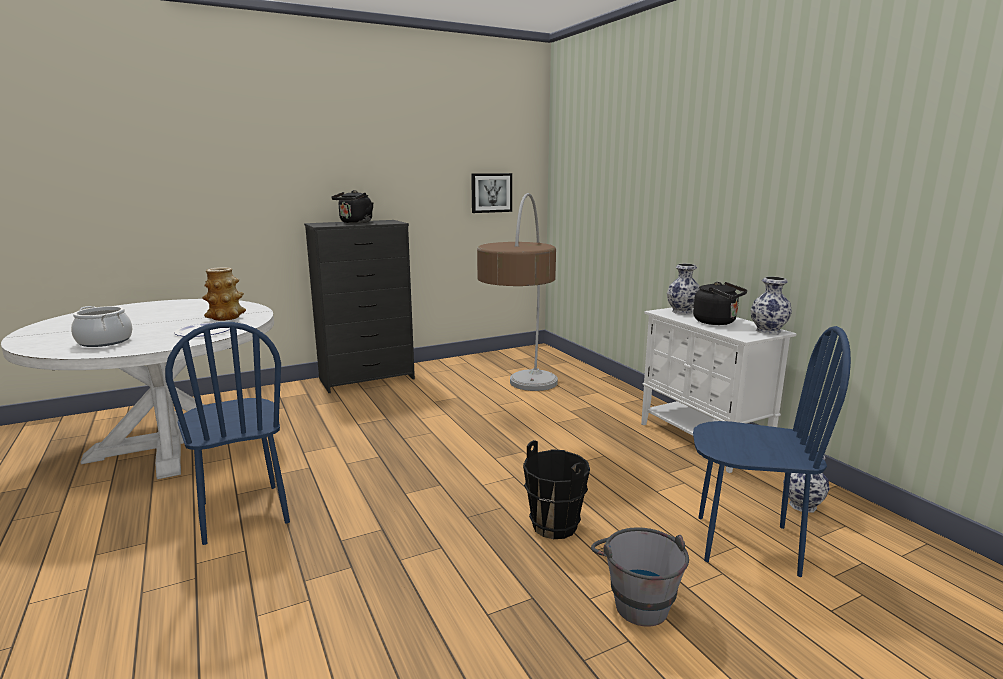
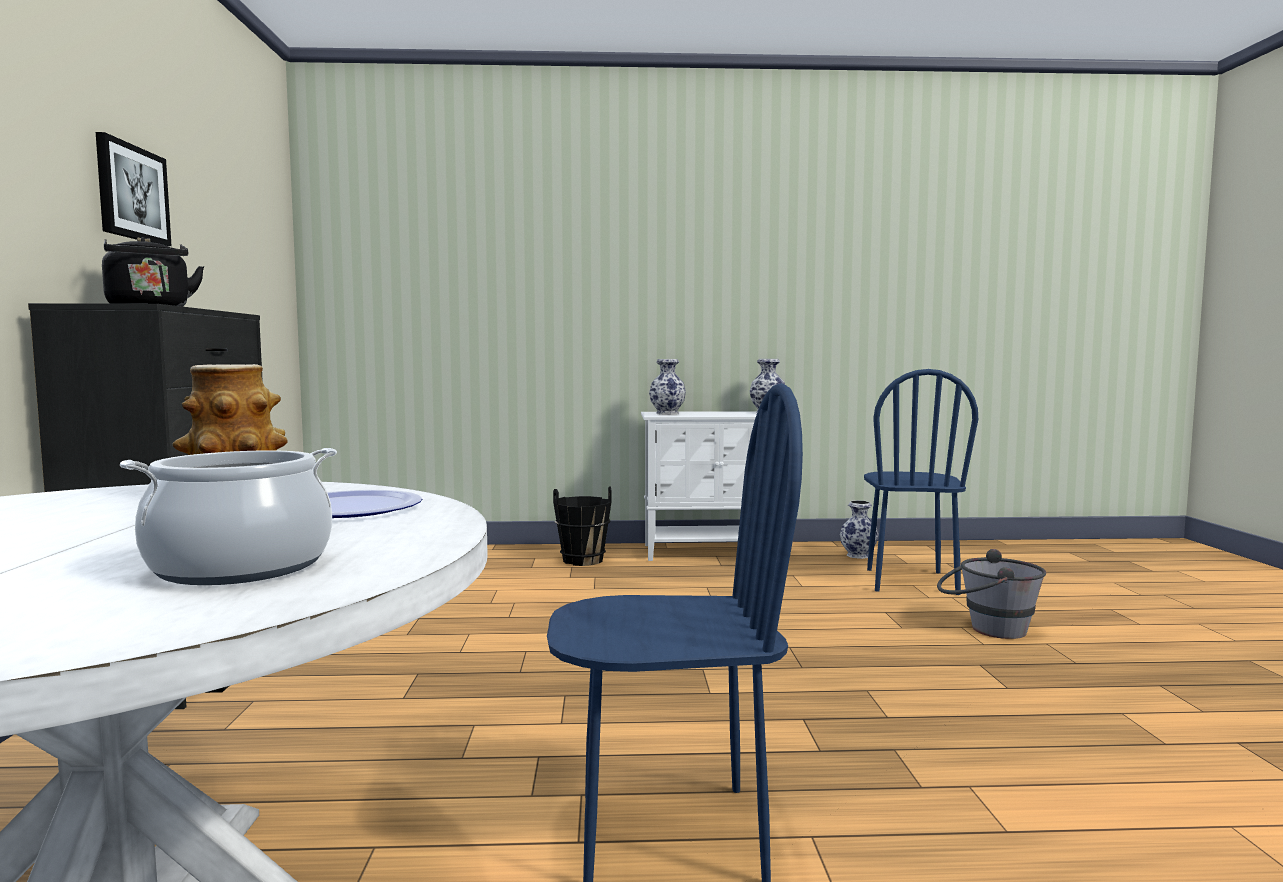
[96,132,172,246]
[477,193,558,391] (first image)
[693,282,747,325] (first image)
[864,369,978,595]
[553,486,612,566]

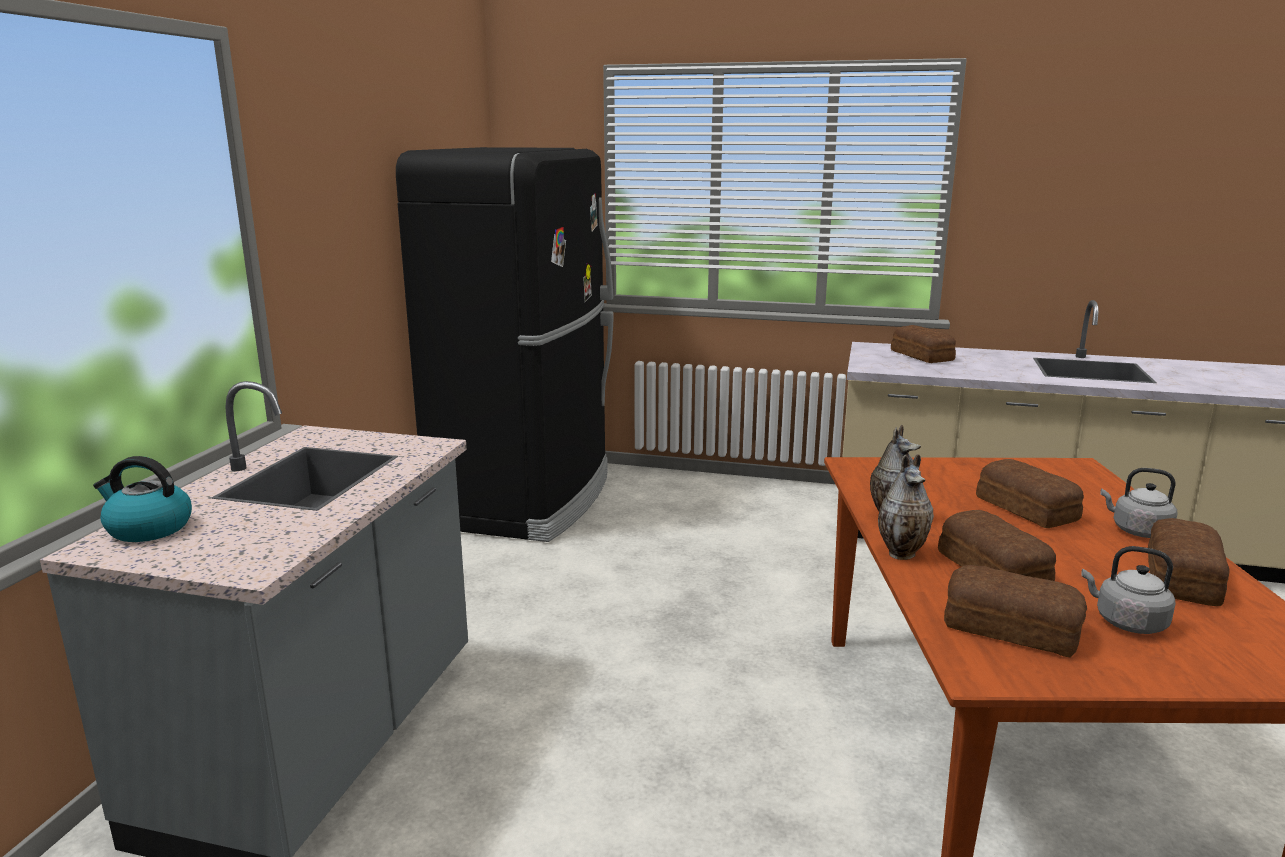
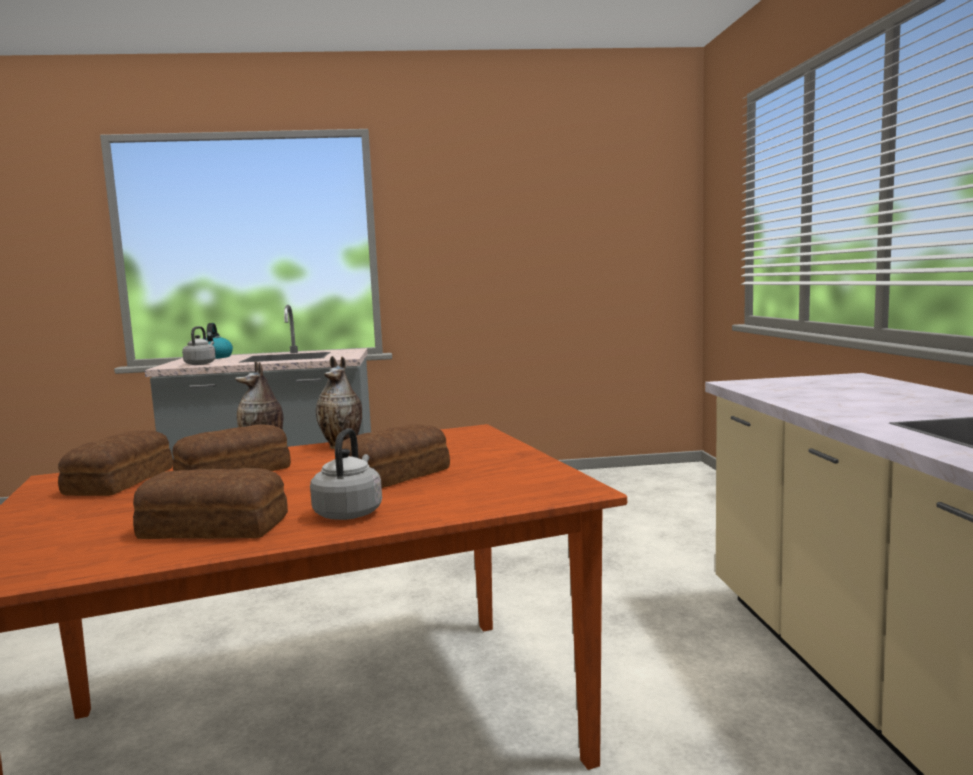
[396,147,614,542] (first image)
[891,325,956,363] (first image)
[182,326,216,365]

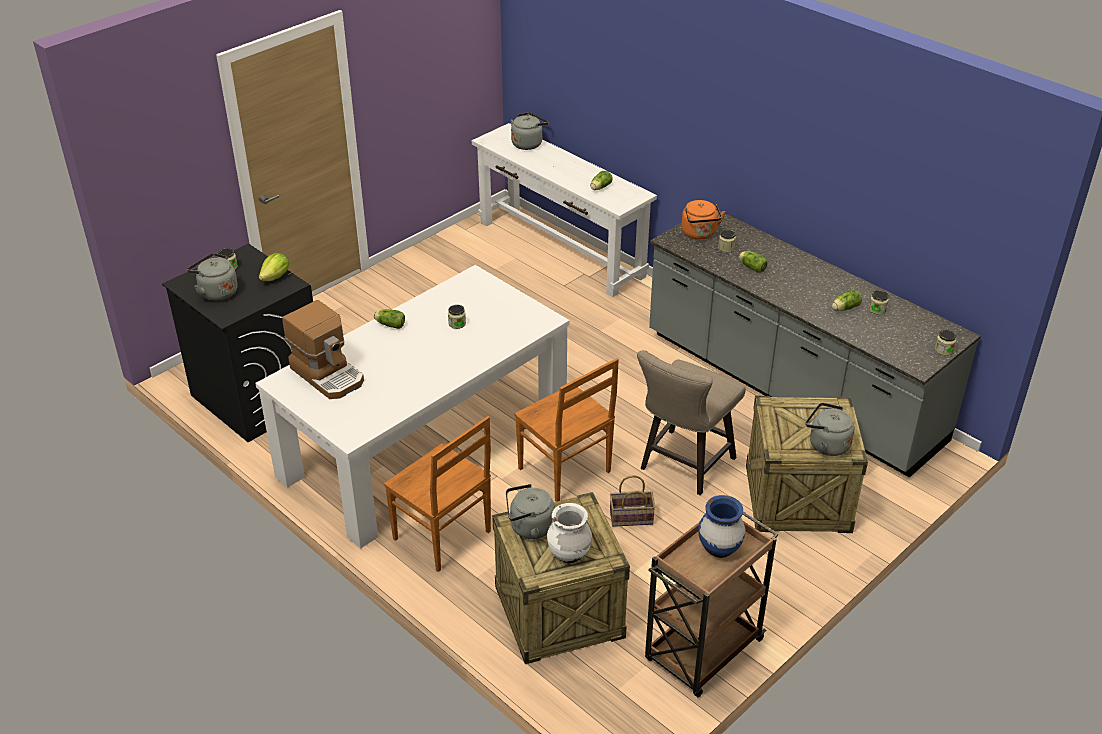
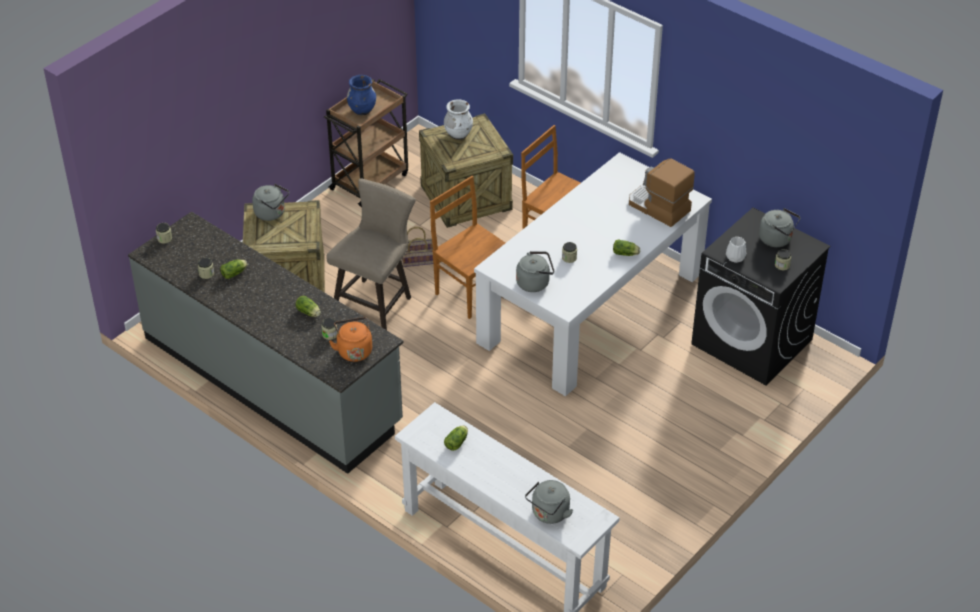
[726,237,746,263]
[516,251,554,292]

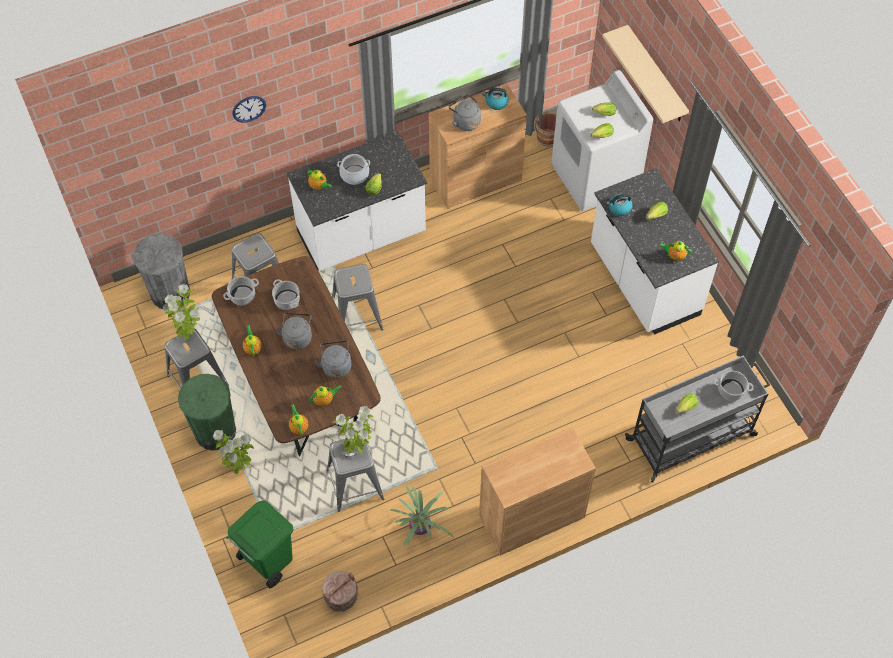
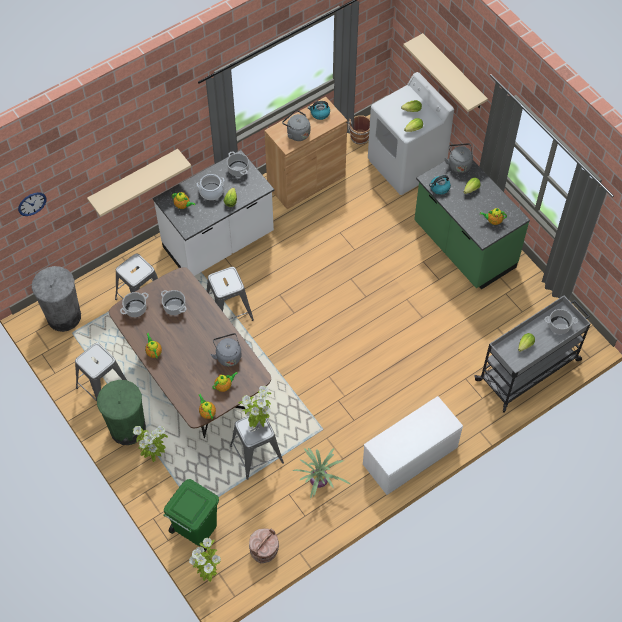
[18,192,47,216]
[414,159,530,290]
[189,538,221,582]
[444,143,473,173]
[363,396,463,495]
[87,149,191,217]
[227,152,249,177]

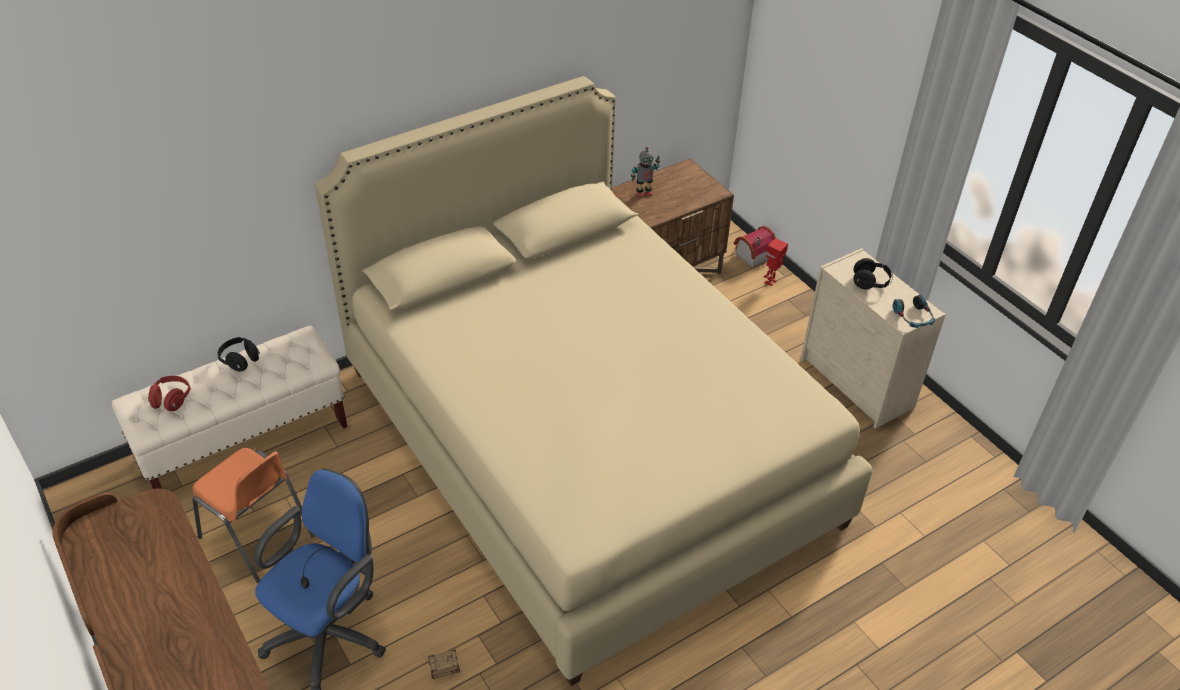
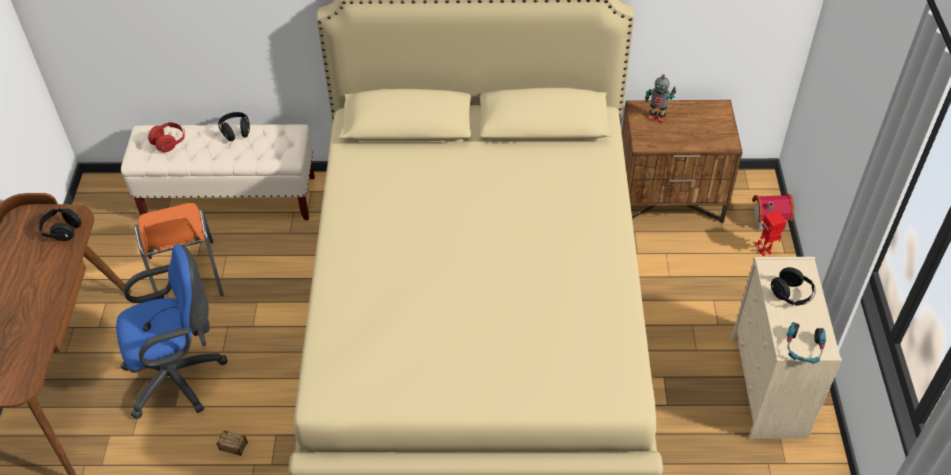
[38,208,82,241]

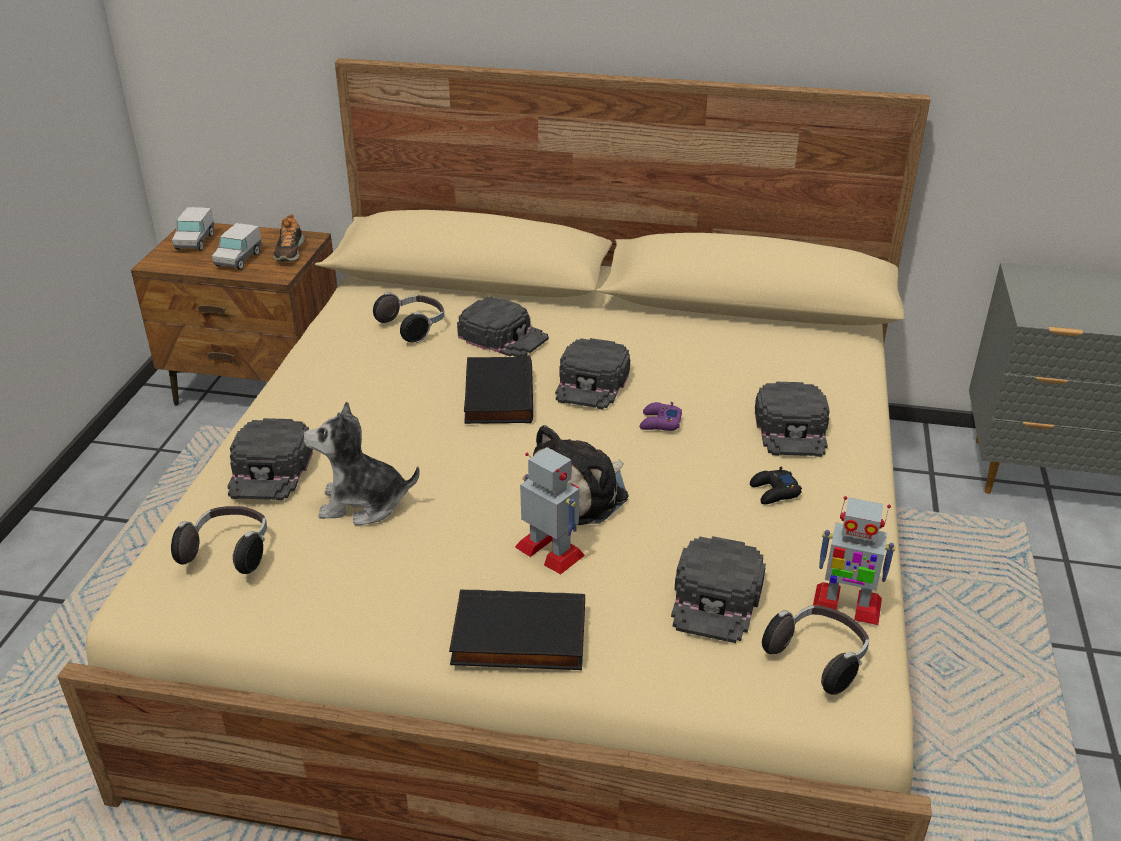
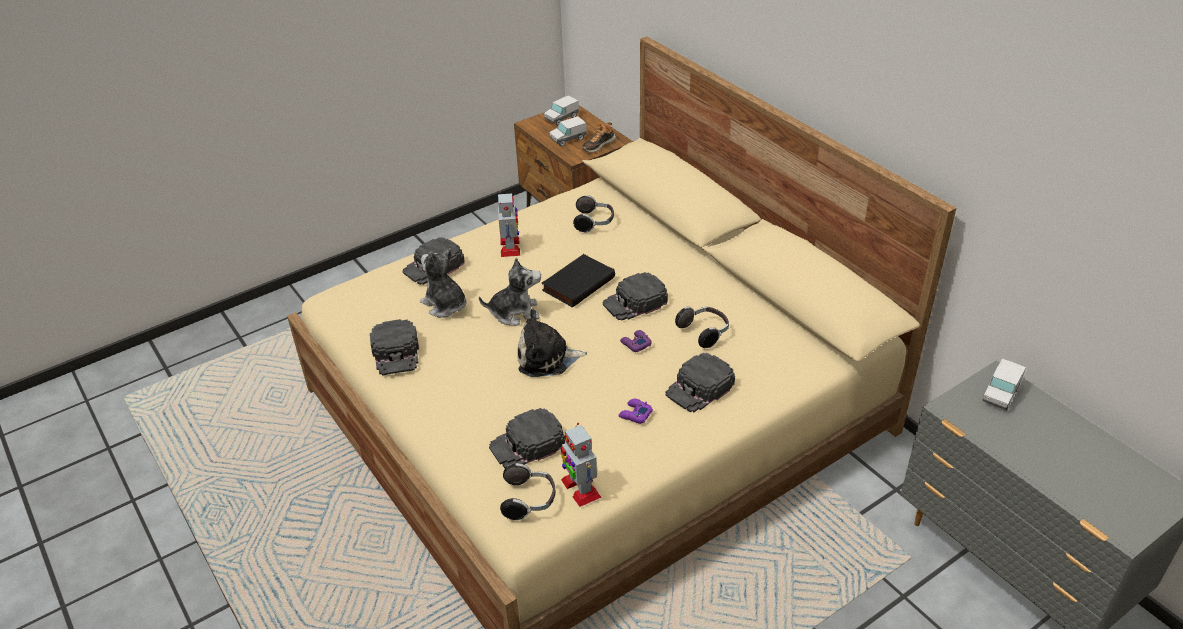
[370,319,419,376]
[498,191,520,257]
[619,399,653,424]
[675,307,729,348]
[449,590,585,670] (first image)
[479,257,541,326]
[982,358,1026,410]

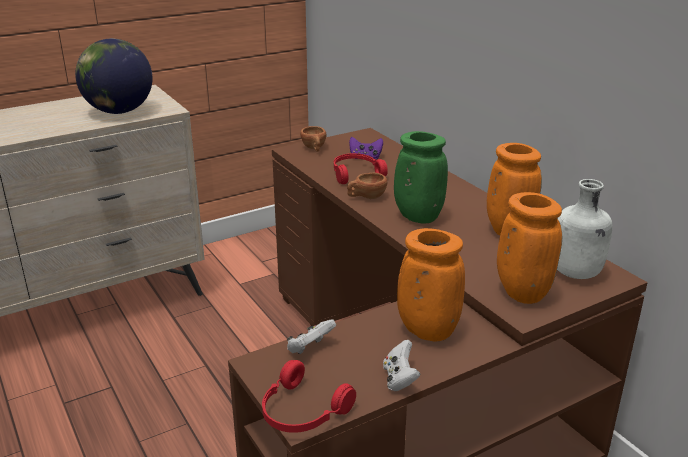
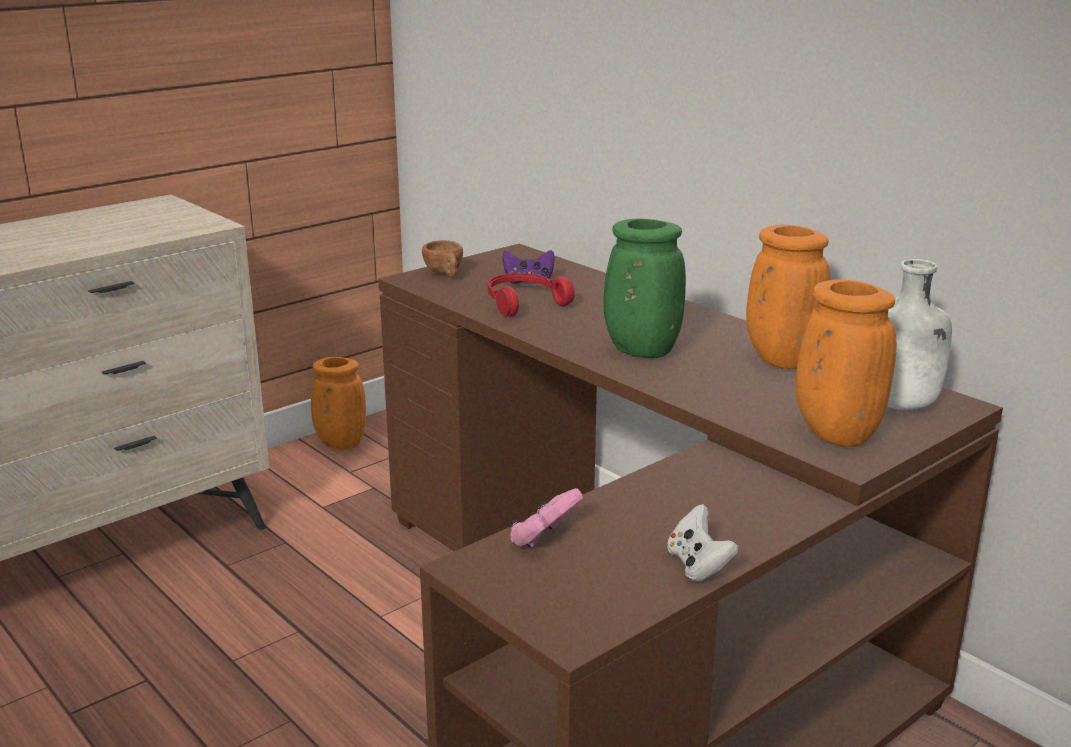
[75,38,152,114] (first image)
[347,173,387,199] (first image)
[311,357,366,450]
[510,488,583,547]
[262,360,356,433] (first image)

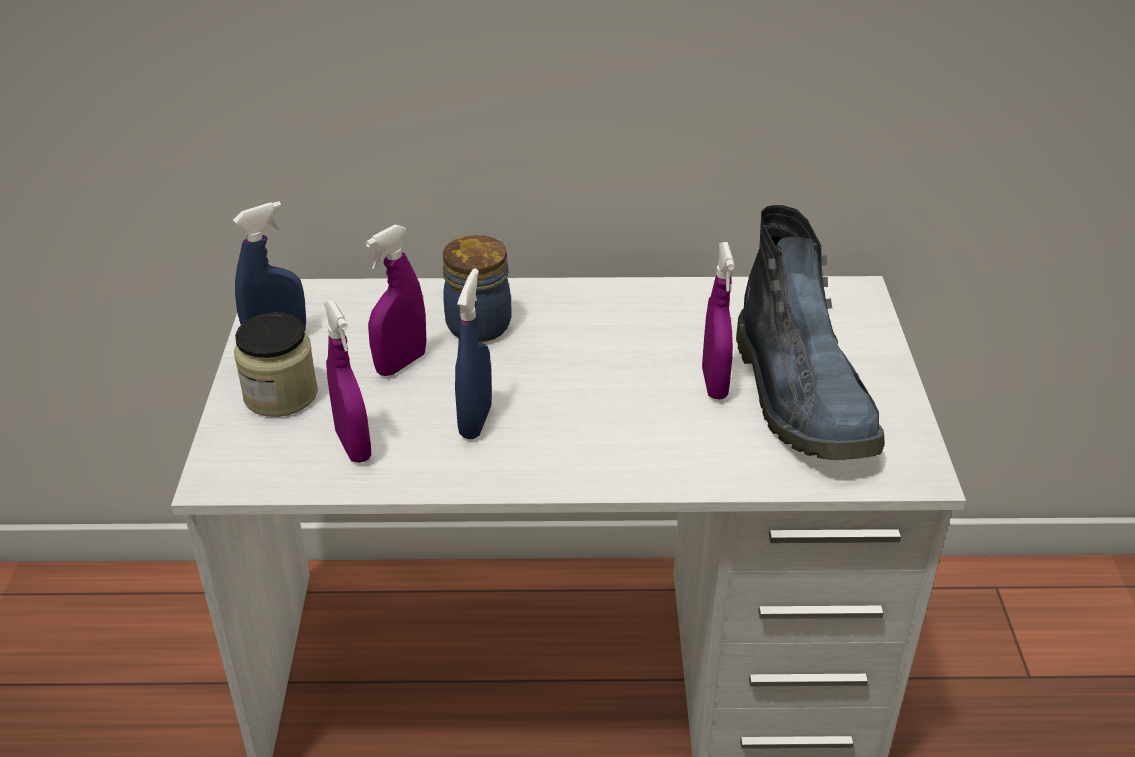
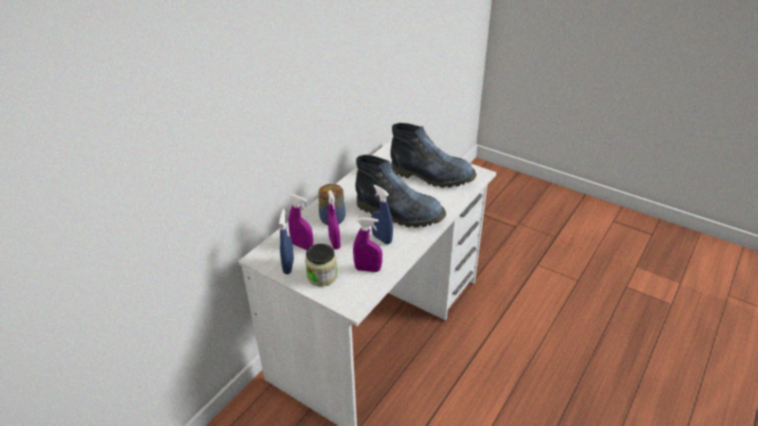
[288,194,313,250]
[355,155,446,228]

